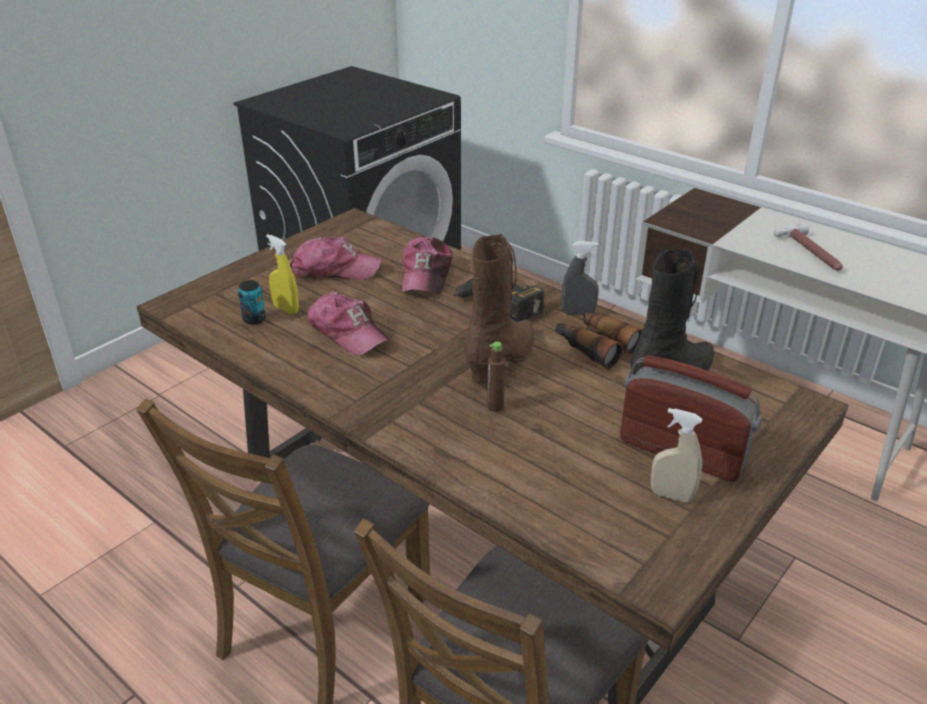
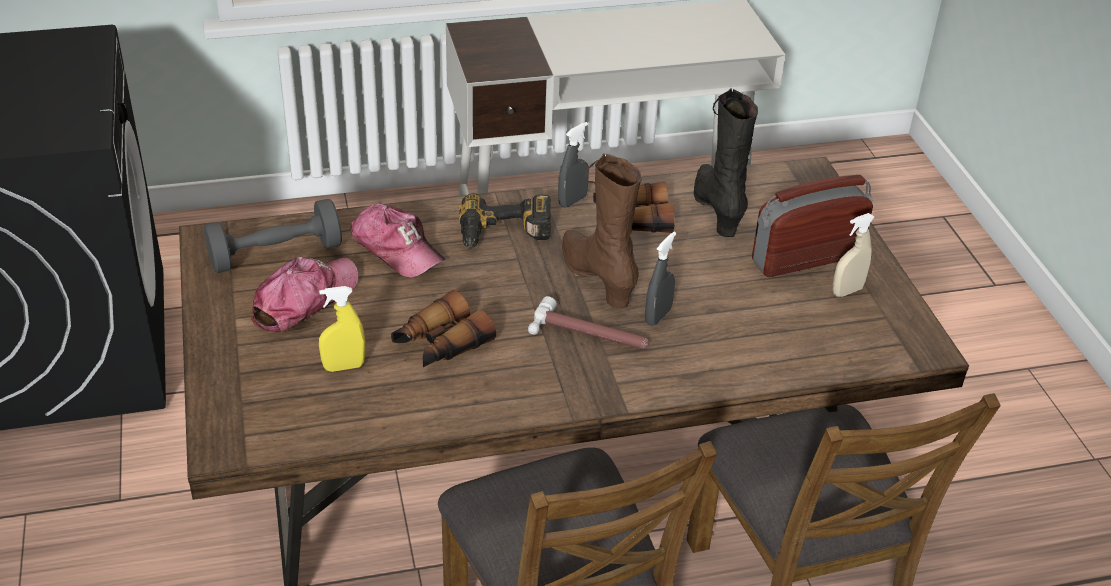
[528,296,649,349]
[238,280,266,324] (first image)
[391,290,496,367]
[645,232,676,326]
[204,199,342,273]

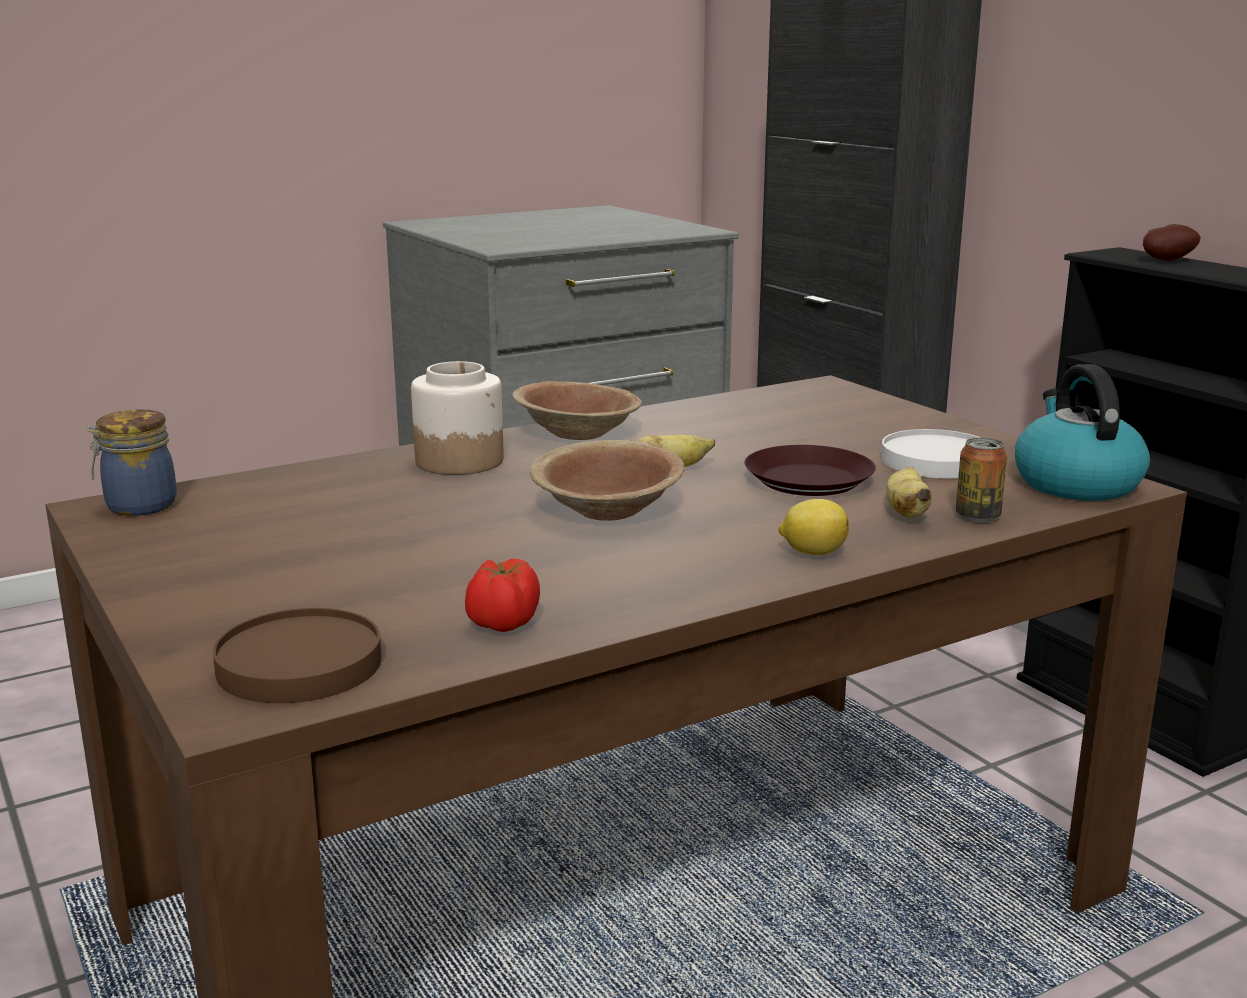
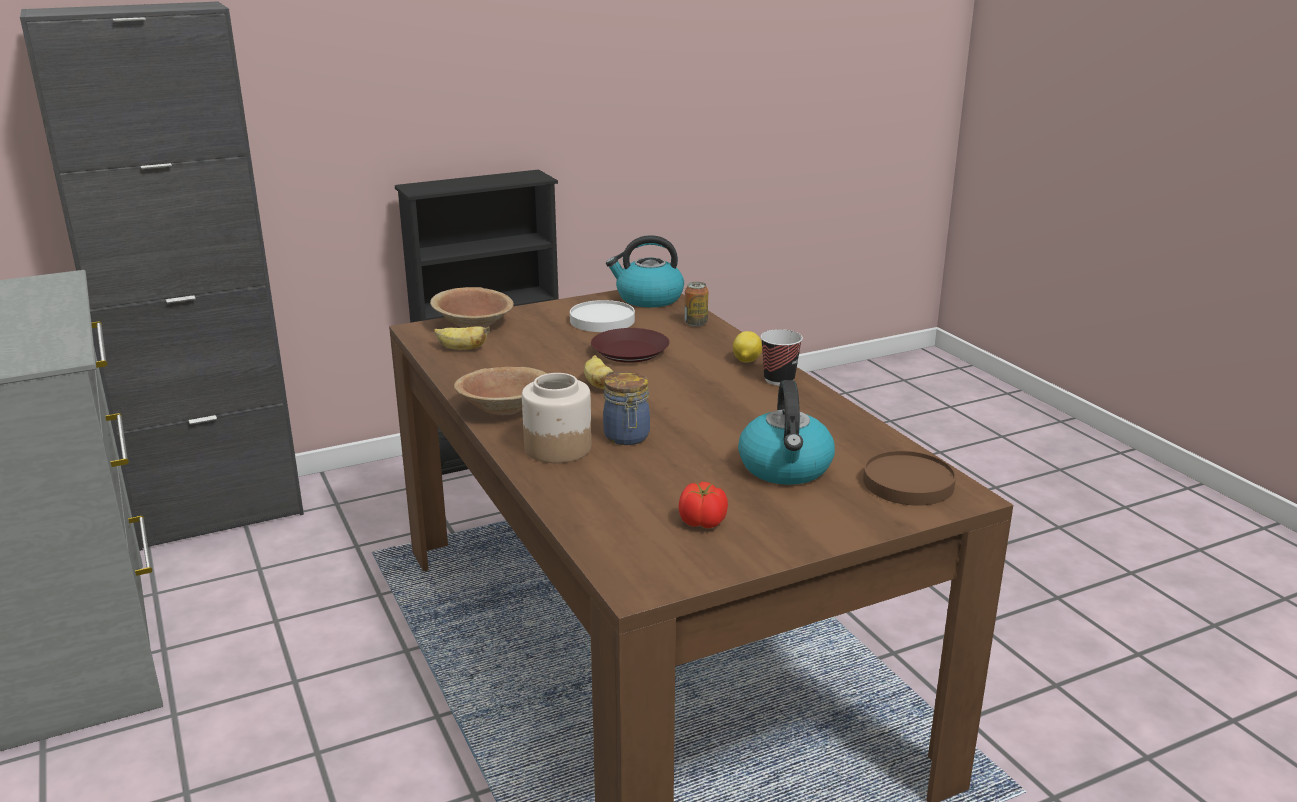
[1143,224,1201,261] (first image)
[603,371,650,445]
[430,287,514,328]
[434,326,490,350]
[678,482,728,528]
[761,329,803,386]
[738,380,835,485]

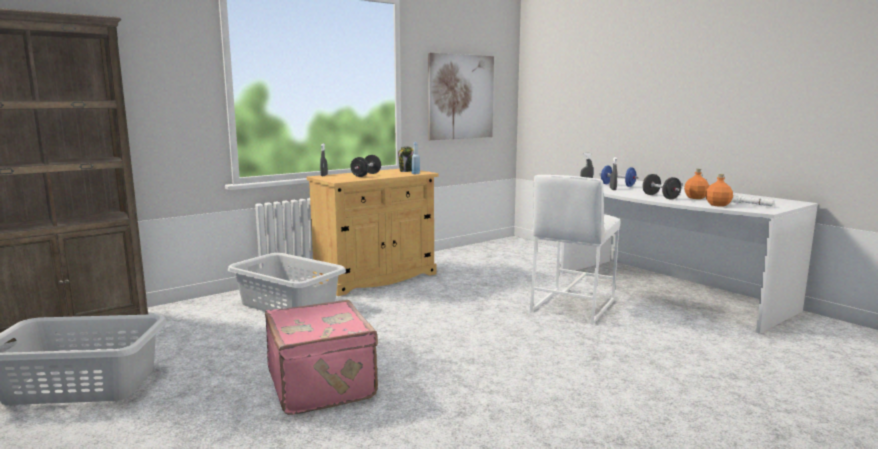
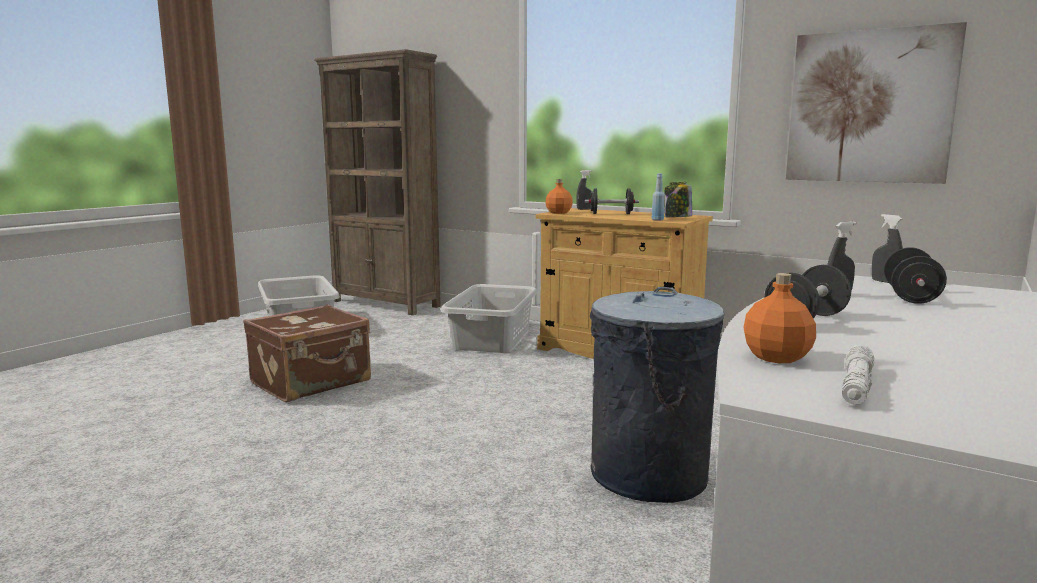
[884,247,947,304]
[545,179,573,214]
[590,287,725,503]
[243,304,371,402]

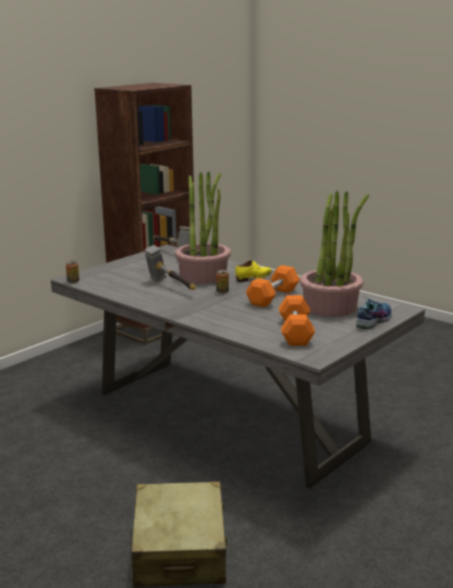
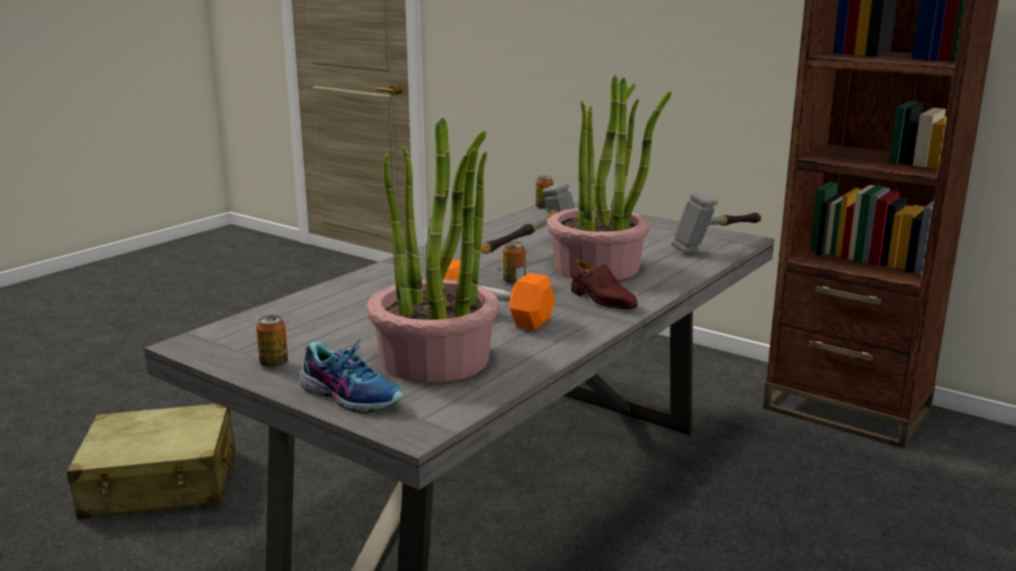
[571,259,638,310]
[279,295,315,346] (first image)
[256,315,288,368]

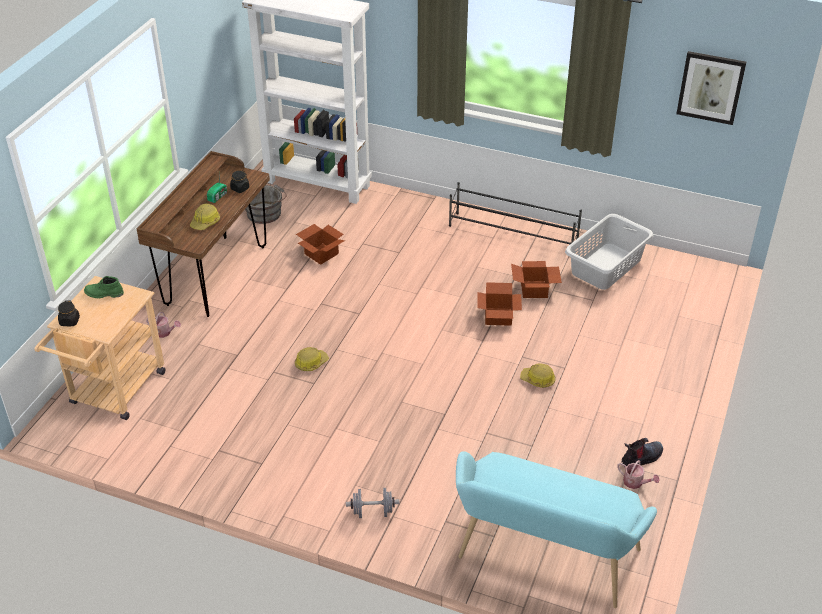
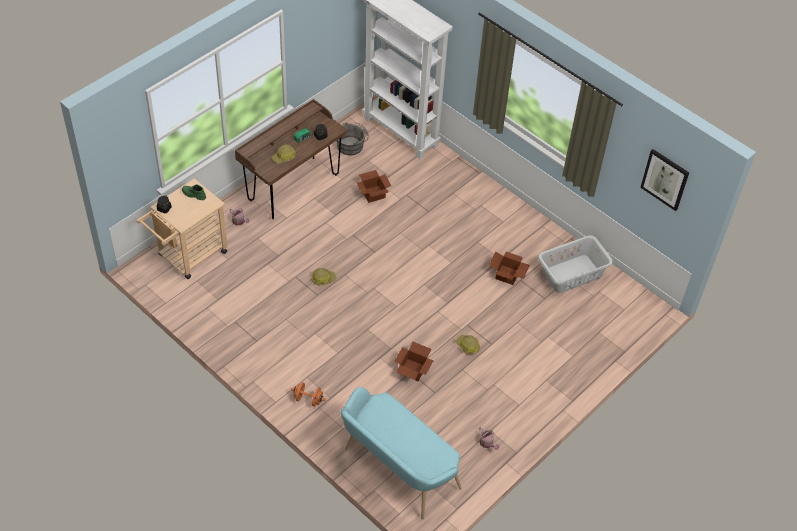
[449,182,582,244] (first image)
[395,342,434,381]
[622,438,663,466] (first image)
[291,382,326,407]

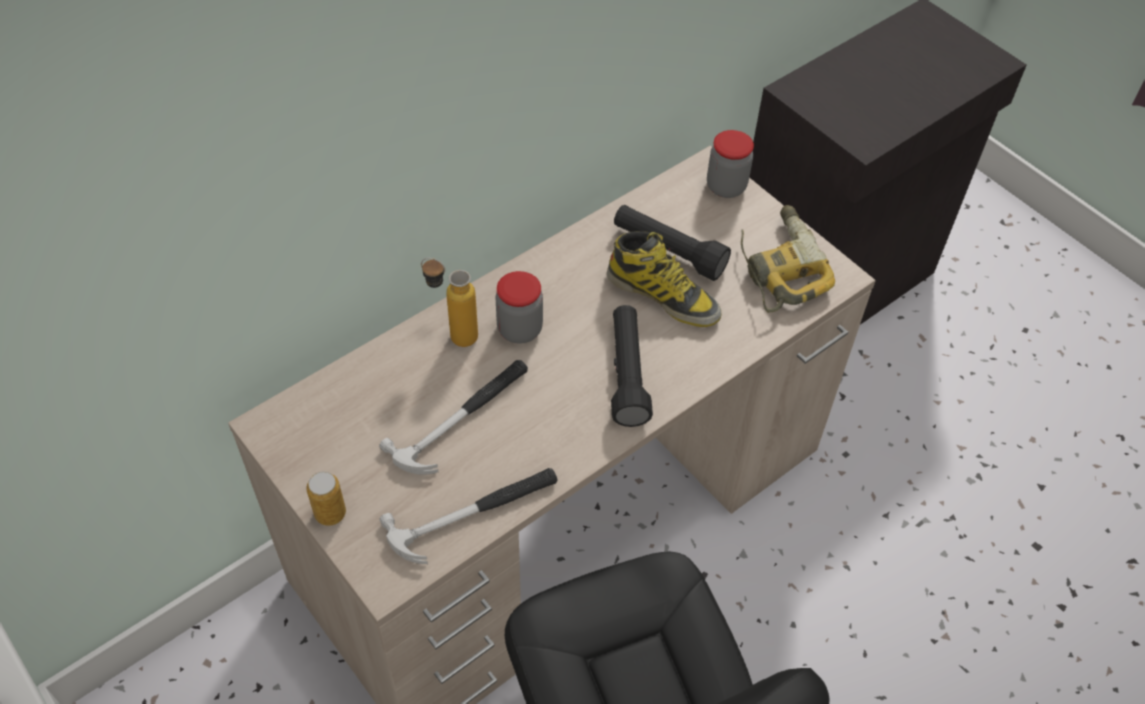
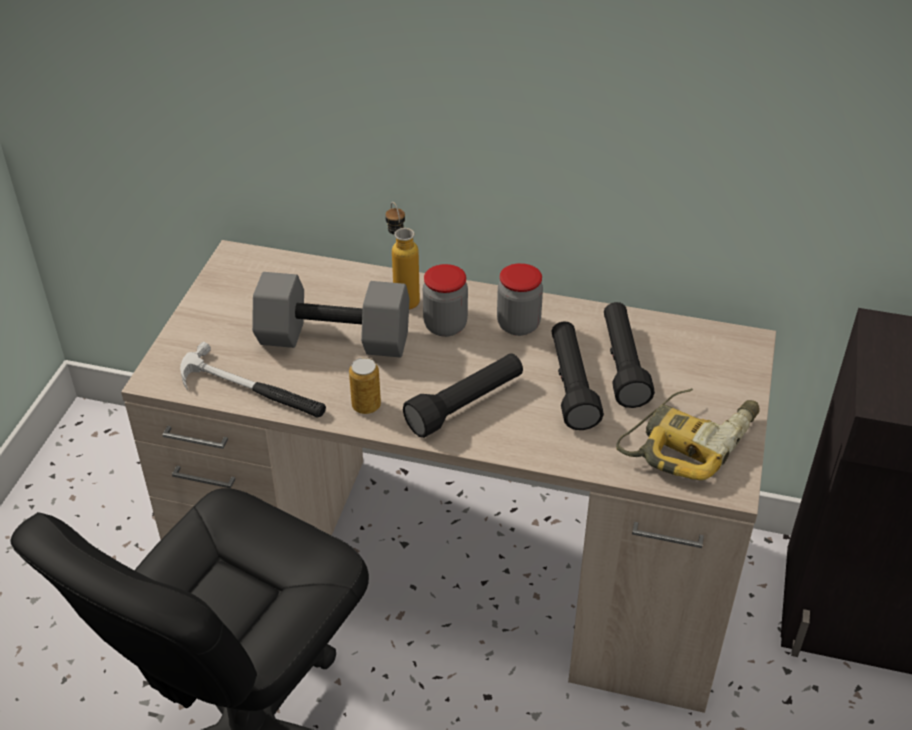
[497,263,543,336]
[552,321,604,430]
[252,272,410,358]
[349,358,381,414]

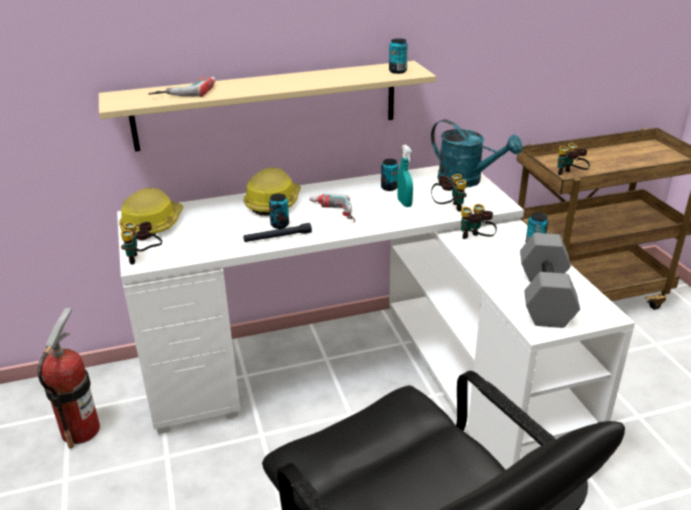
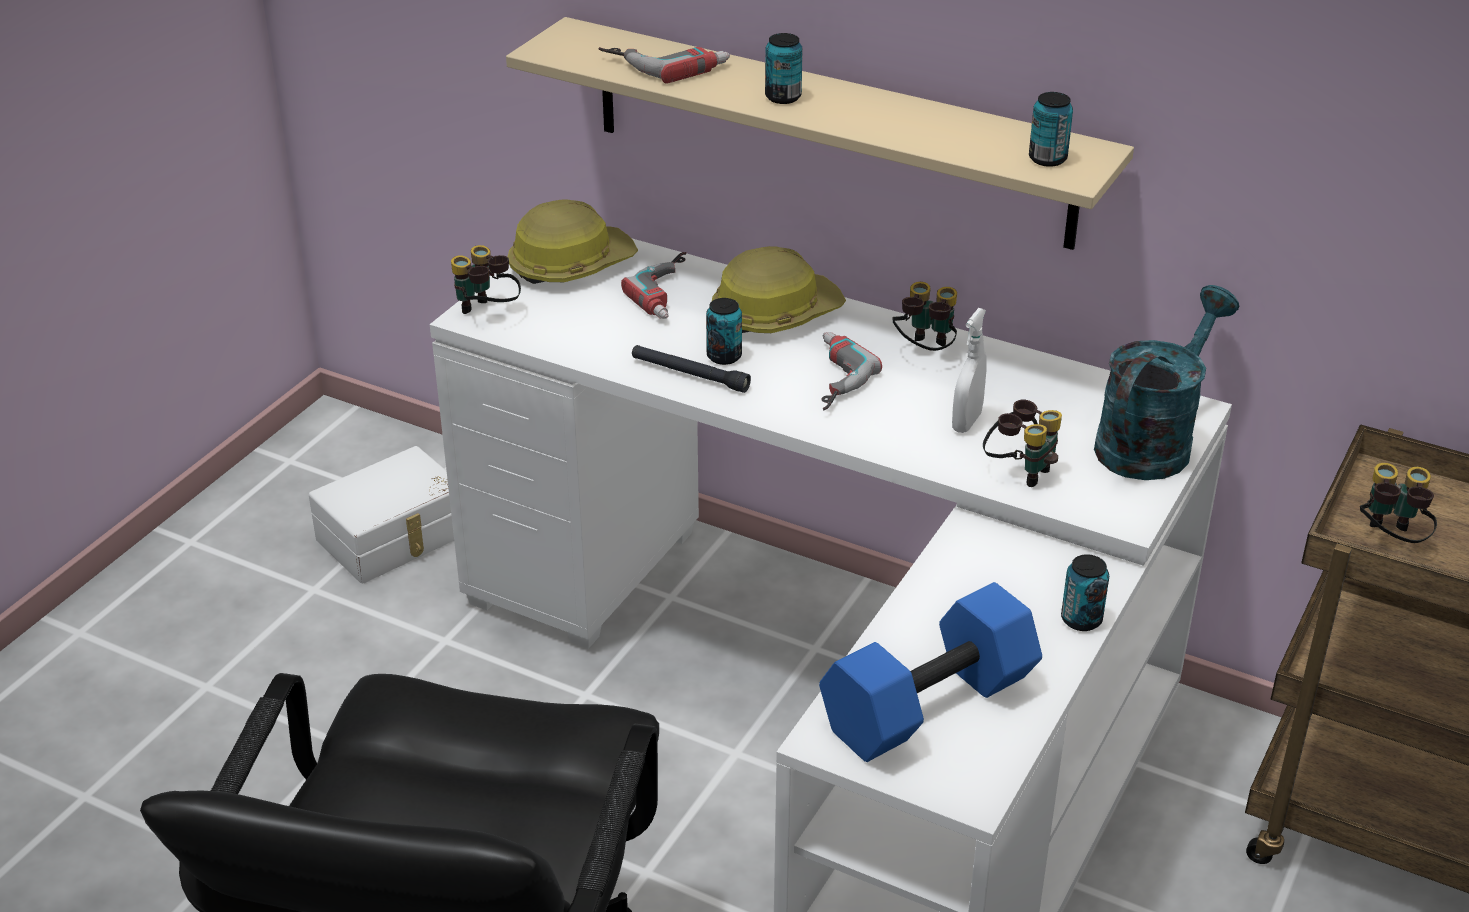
[1094,285,1239,480]
[952,308,987,433]
[765,33,803,104]
[893,282,957,351]
[819,582,1042,762]
[309,446,454,583]
[621,252,686,319]

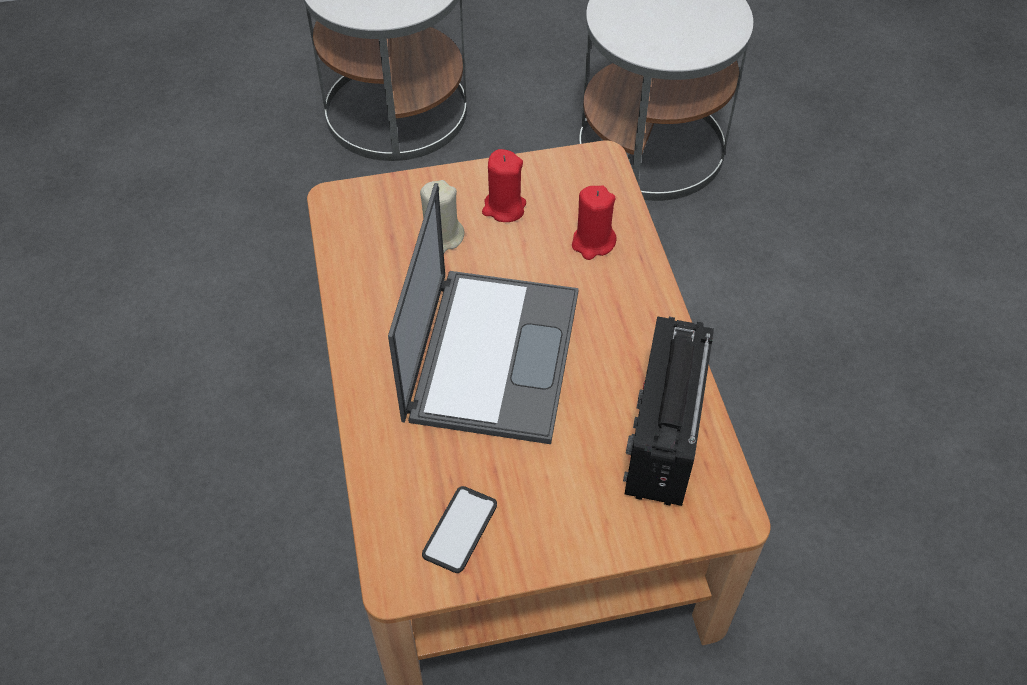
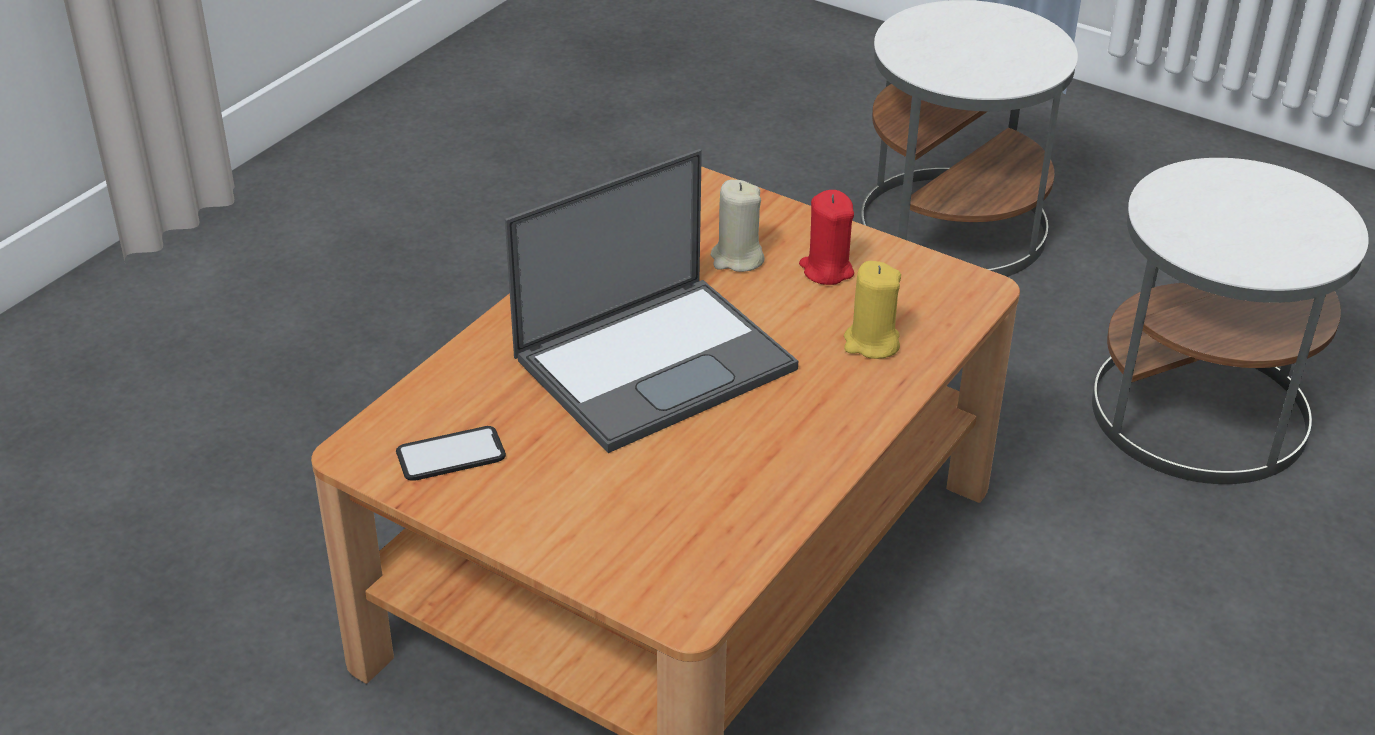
[844,261,901,359]
[623,316,714,506] (first image)

